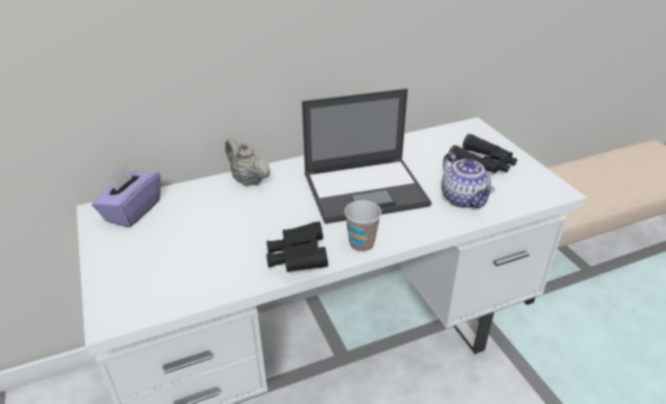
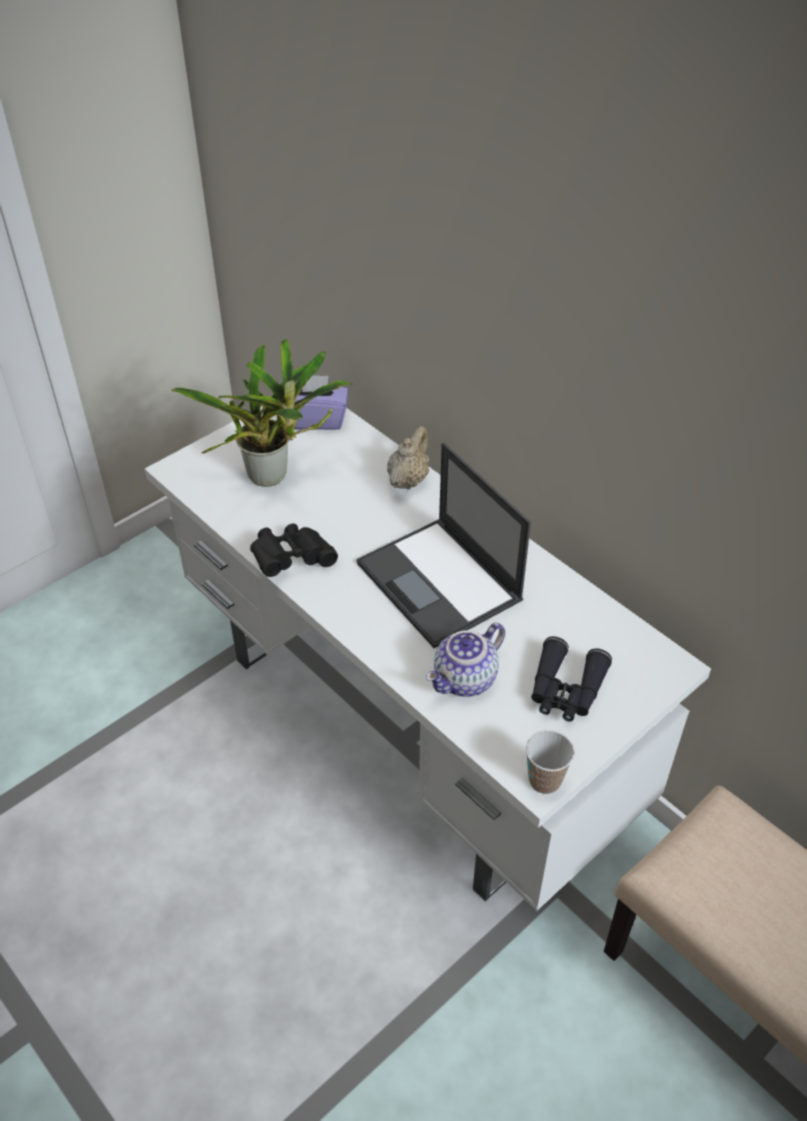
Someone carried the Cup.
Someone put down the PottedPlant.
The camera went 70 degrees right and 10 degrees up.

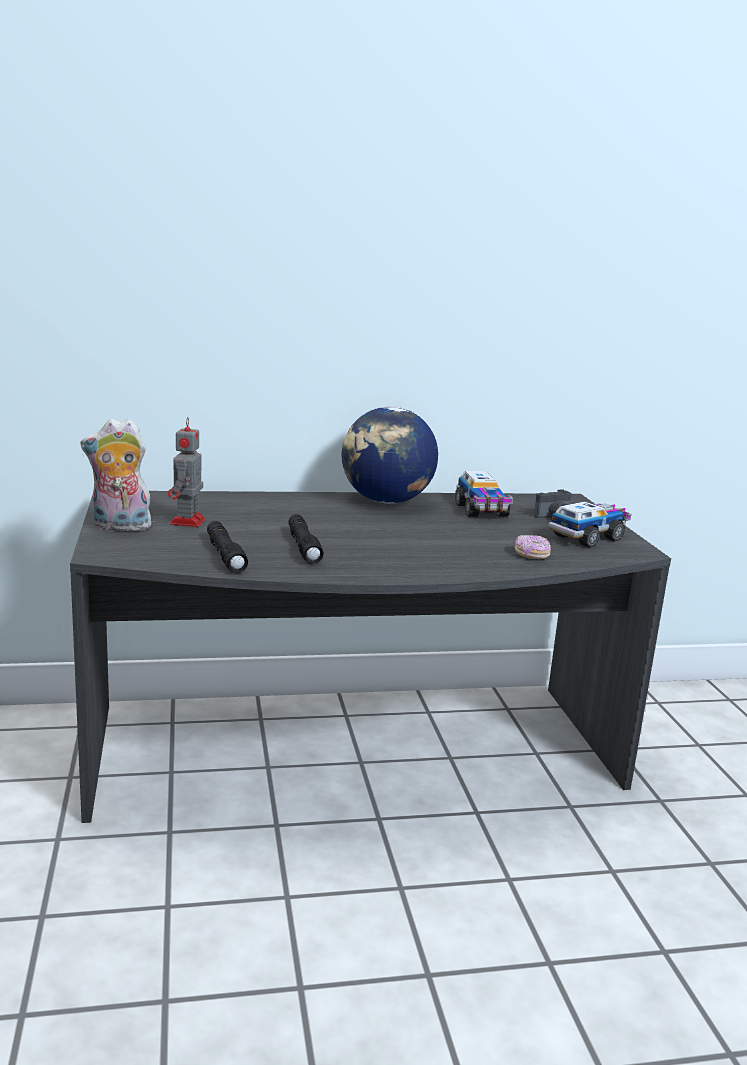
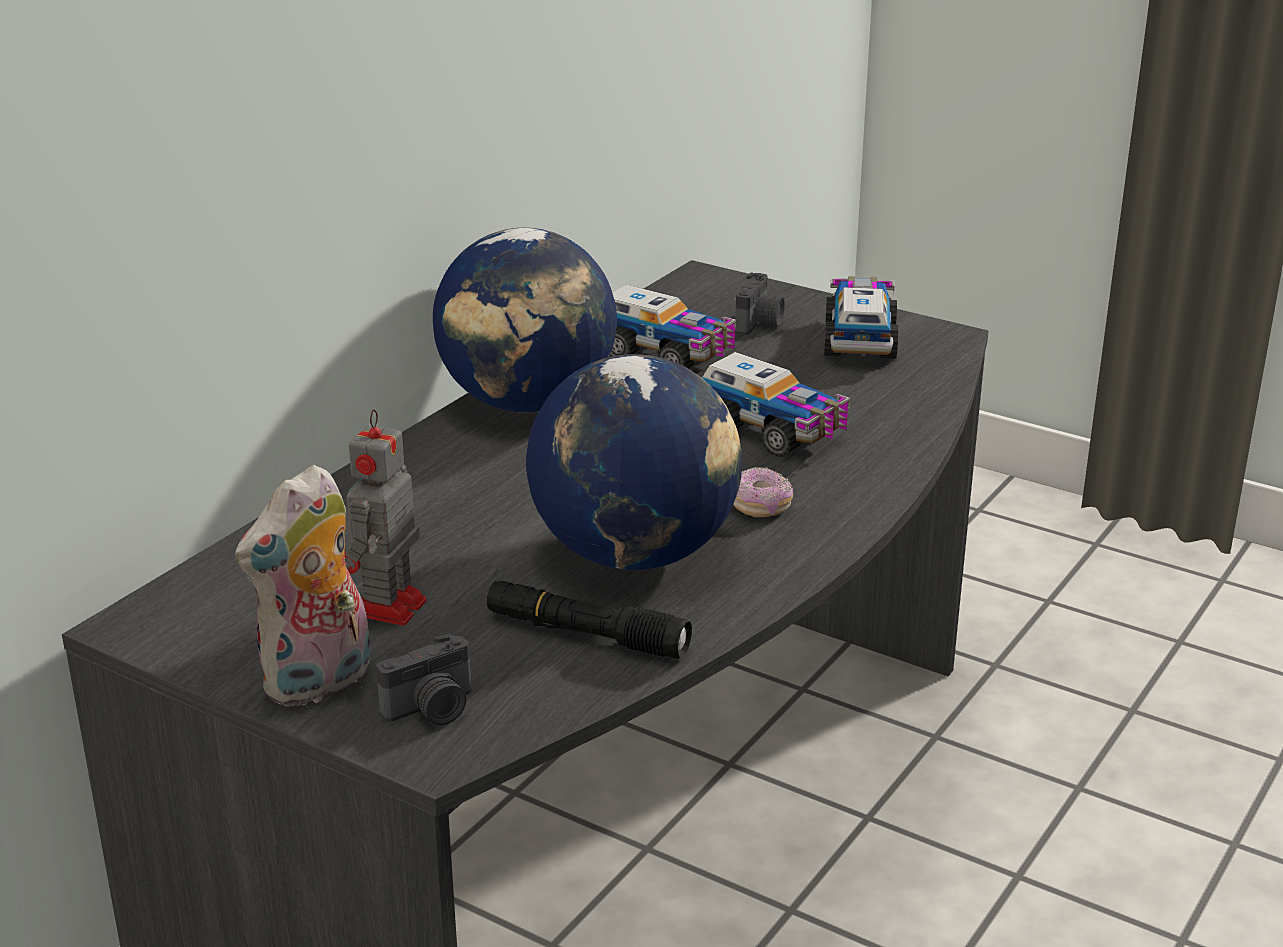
Someone rotated the ToyRobot by 60 degrees clockwise.
Someone swapped the BlackFlashlight (2nd from left) for the Globe (2nd from left).
Someone carried the Donut.
Someone put down the ToyTruck (2nd from left).
Someone put down the PhotoCamera (1st from left).
The camera went 45 degrees left and 10 degrees up.

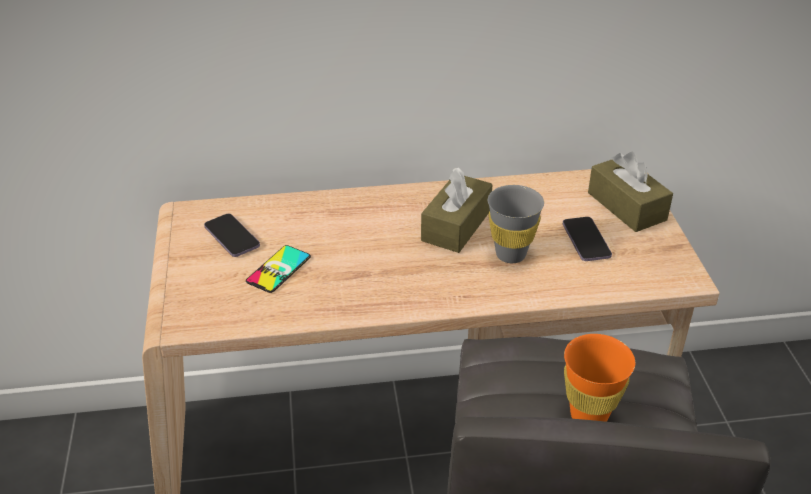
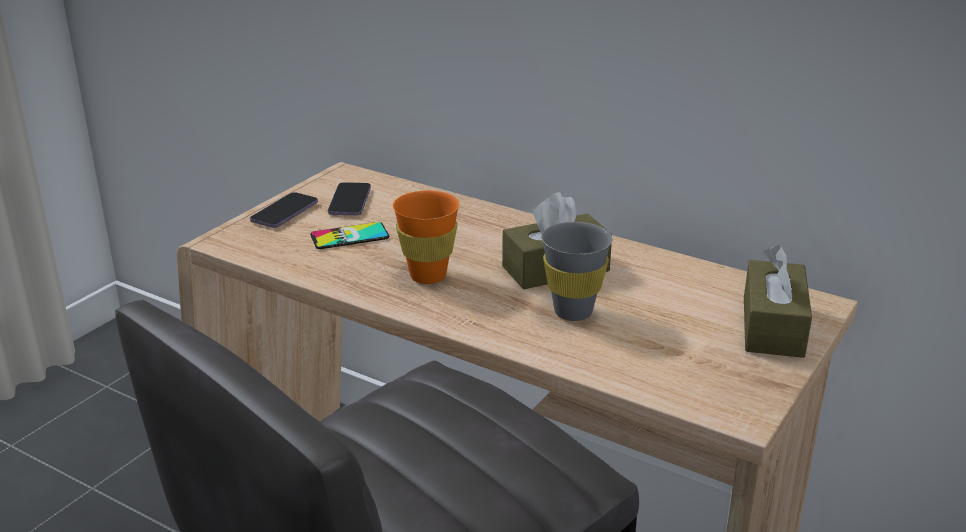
Someone carried the Phone (3rd from left in the first image).
Someone carried the OrangeCup.
The camera went 40 degrees right and 10 degrees down.

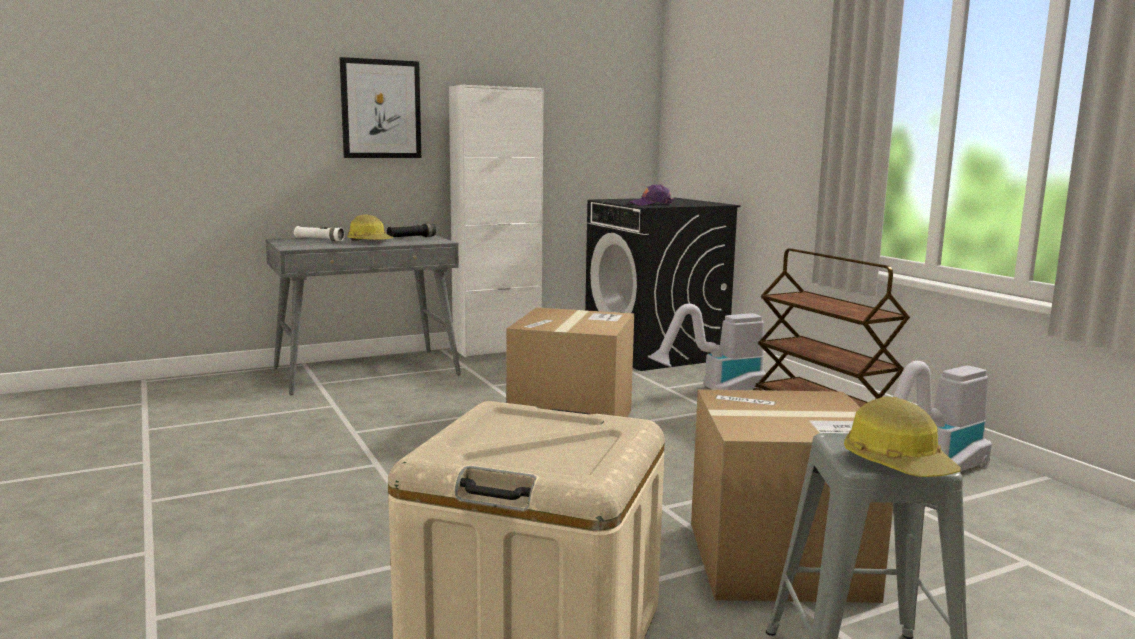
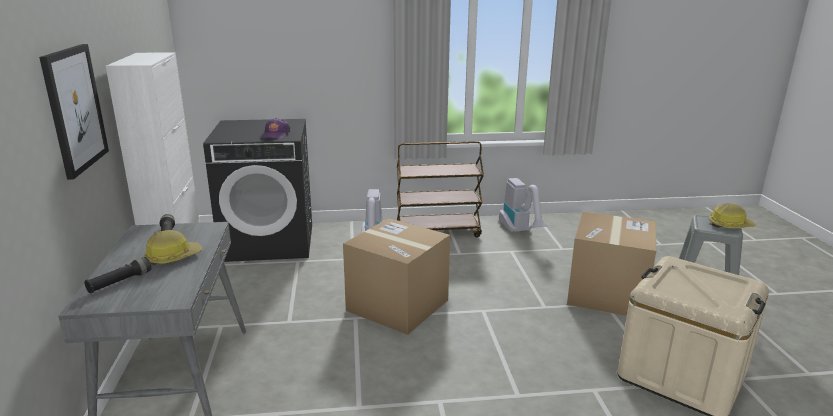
Someone repainted the WhiteFlashlight, which became the BlackFlashlight (1st from left).
The camera went 70 degrees left and 10 degrees up.

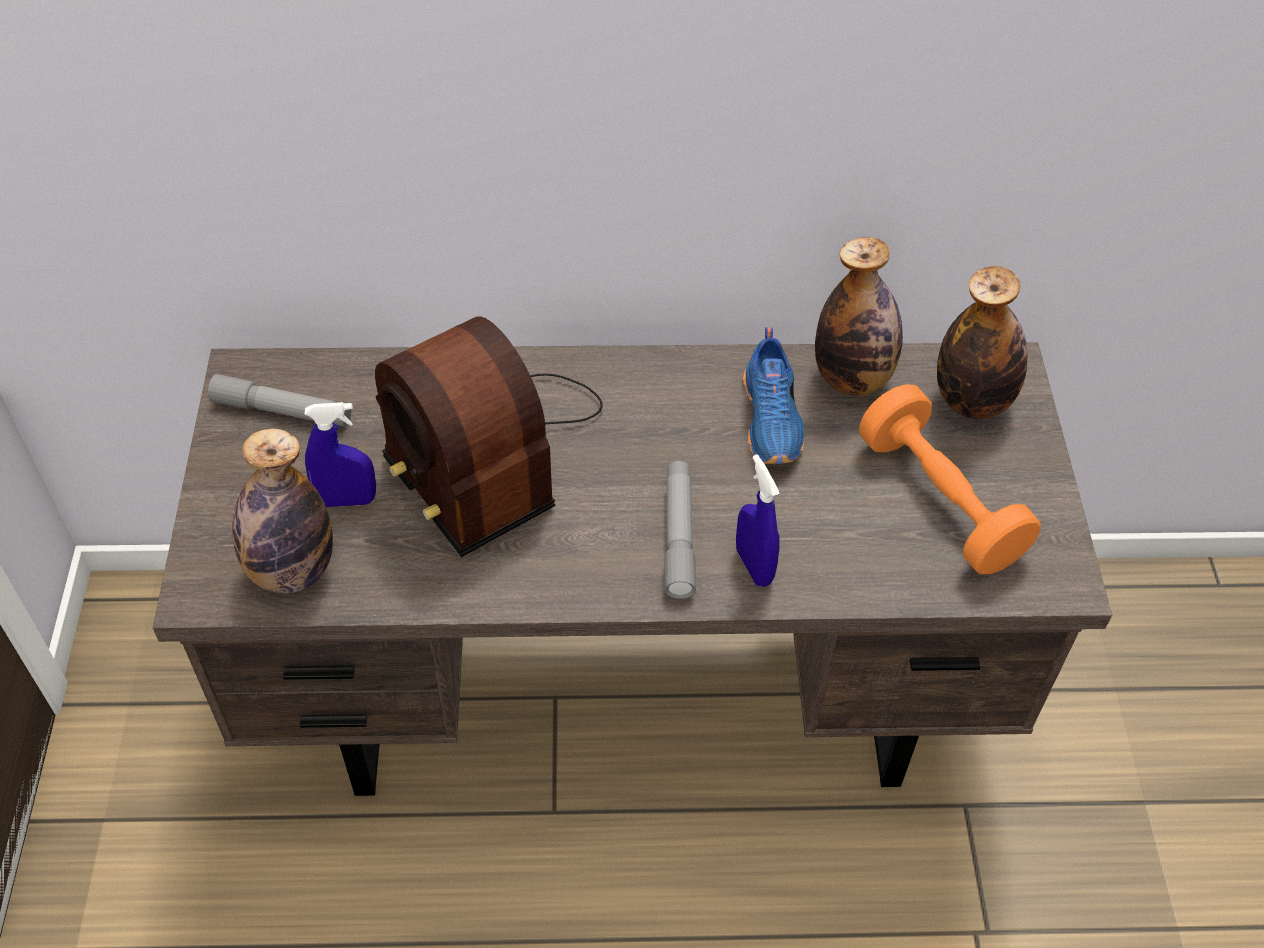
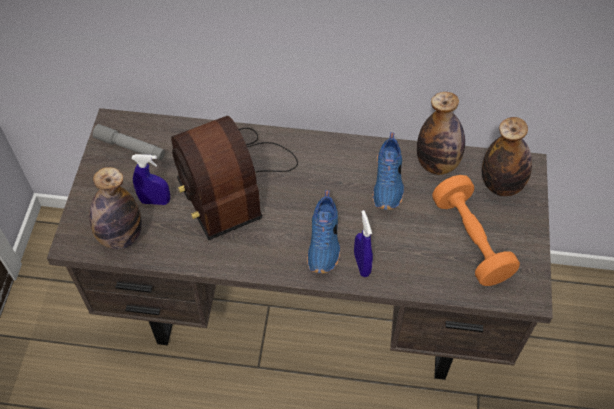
Someone swapped the GreyFlashlight (2nd from left) for the BlueShoe (1st from left).
The camera went 10 degrees right and 5 degrees up.

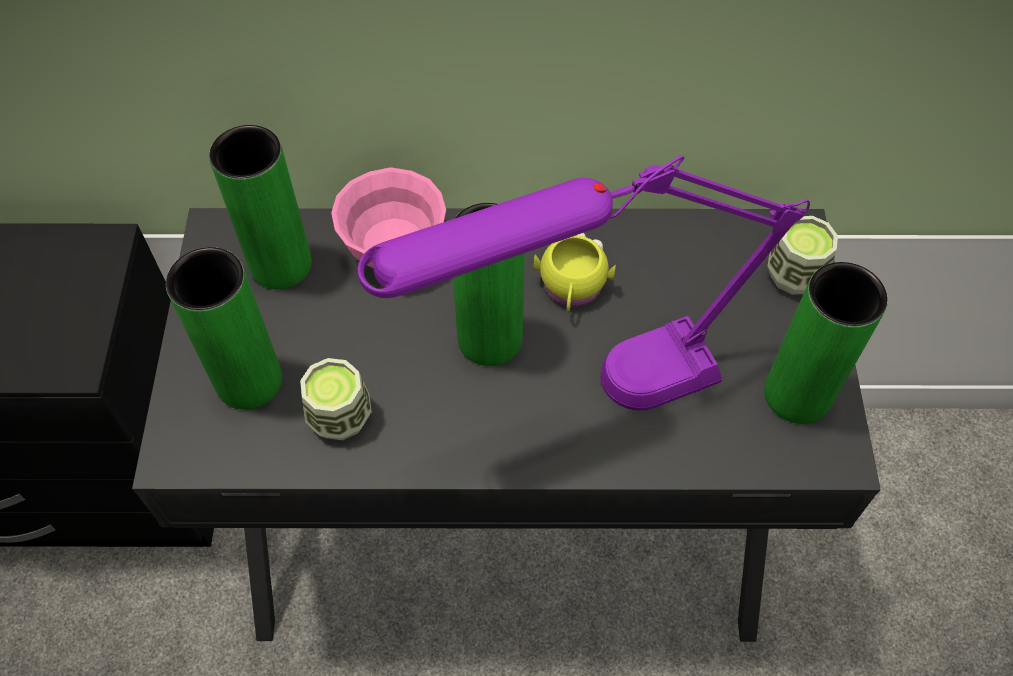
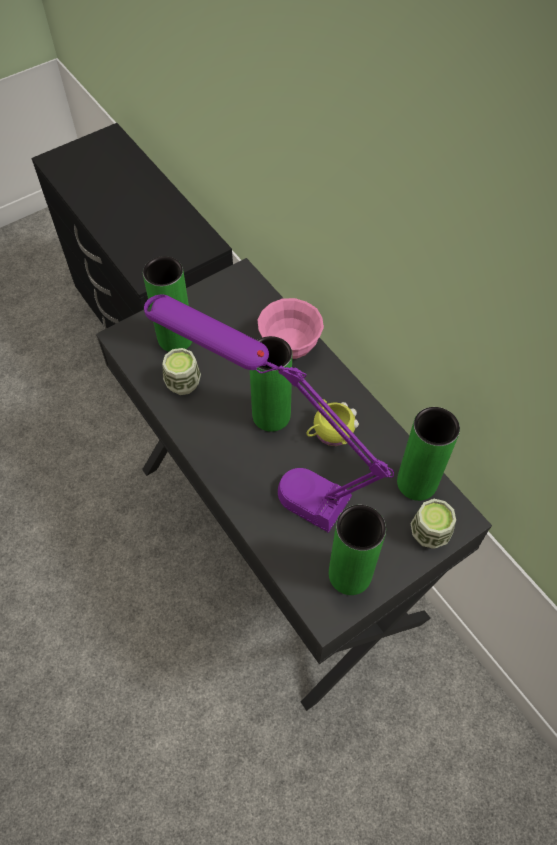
Someone carried the GreenVase (2nd from left in the first image).
The camera went 55 degrees right and 0 degrees up.

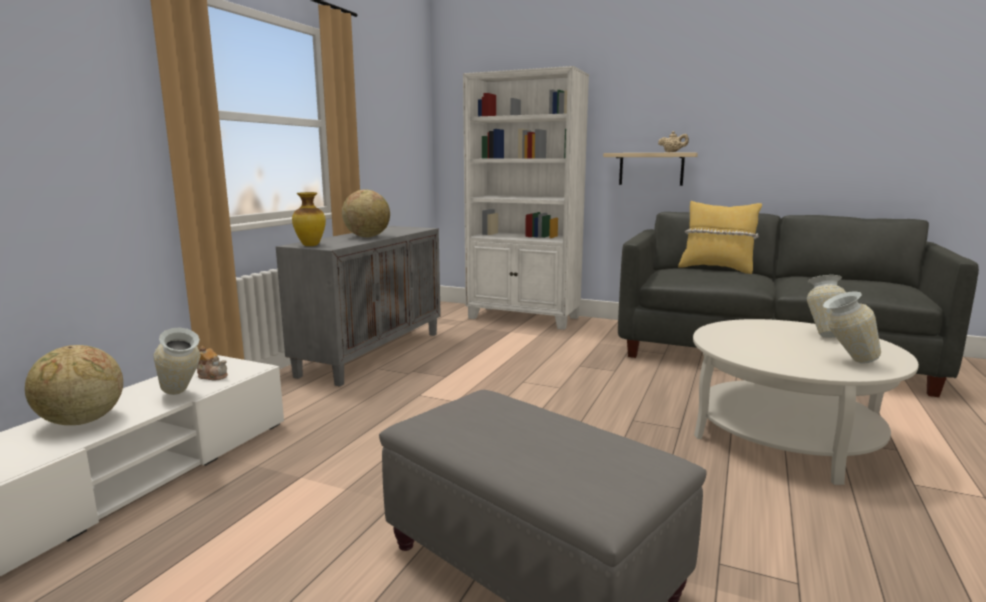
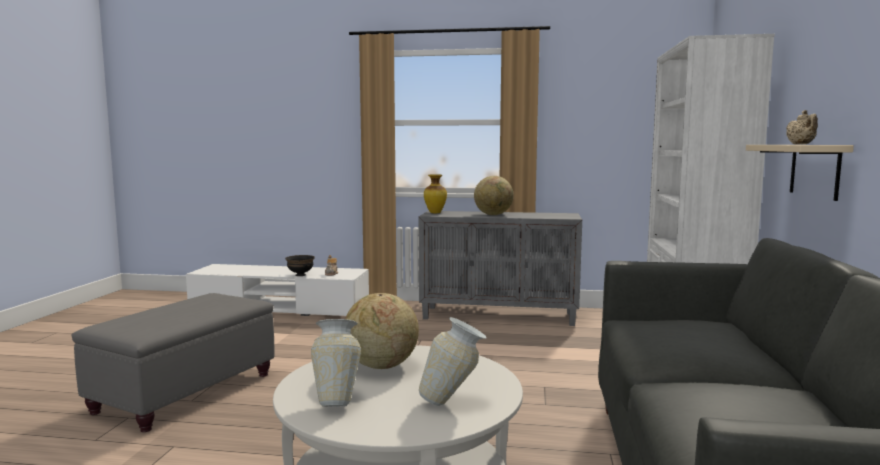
Someone took away the YellowPillow.
Someone swapped the Vase (1st from left) for the BlackBowl.
Someone carried the Globe (1st from left).
The camera went 75 degrees right and 5 degrees down.

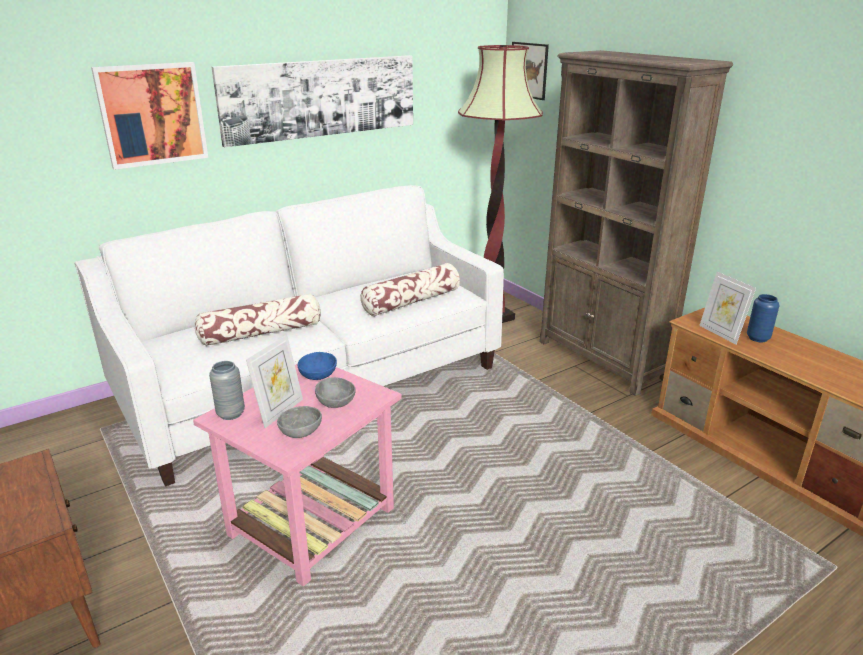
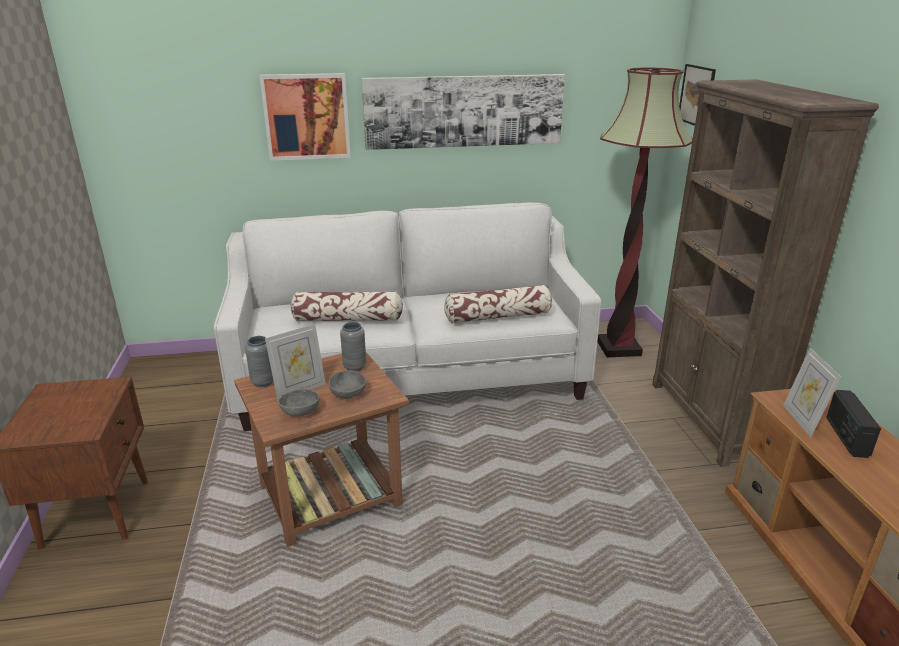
Someone swapped the BlueVase for the Radio.
Someone swapped the BlueBowl for the GreyVase (2nd from left).
Someone repainted the PinkSideTable, which became the BrownSideTable.
The camera went 25 degrees right and 0 degrees up.

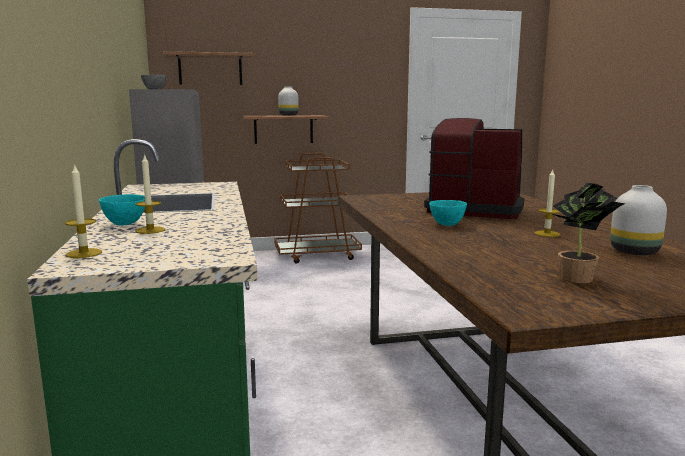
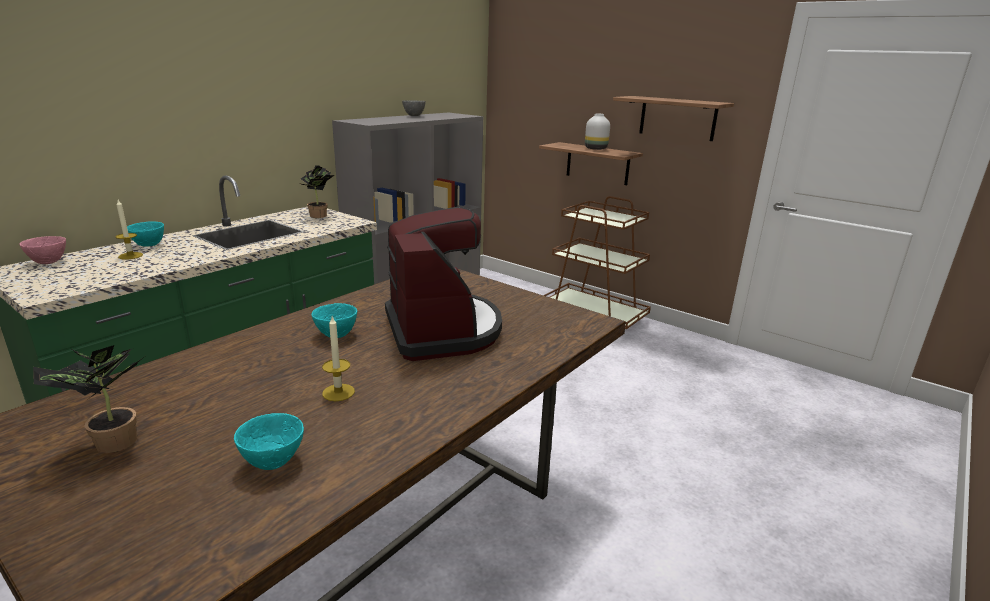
Someone carried the Shelf (1st from left in the first image).
Someone swapped the Candle (1st from left) for the PinkBowl.
Someone swapped the WhiteVase (2nd from left) for the TurquoiseBowl (2nd from left).
Someone put down the PottedPlant (2nd from left).
The camera went 50 degrees right and 10 degrees up.

